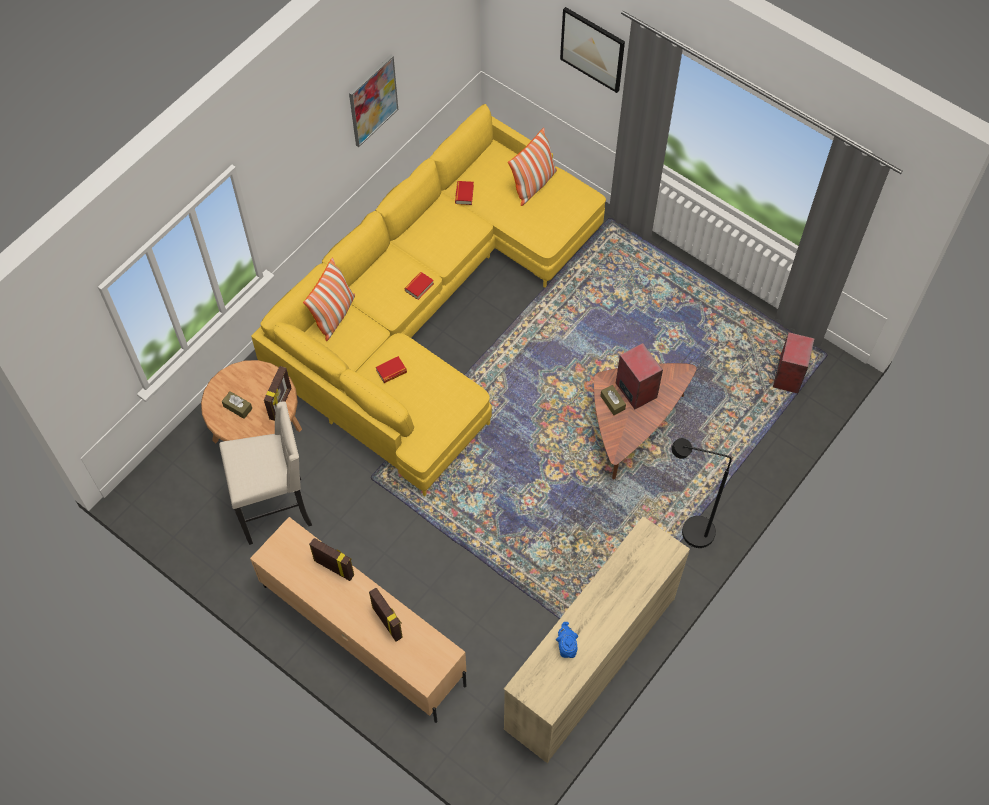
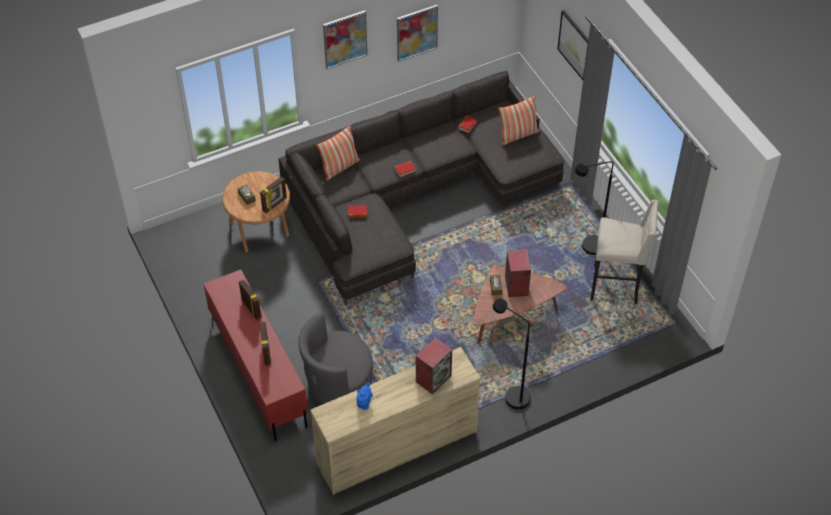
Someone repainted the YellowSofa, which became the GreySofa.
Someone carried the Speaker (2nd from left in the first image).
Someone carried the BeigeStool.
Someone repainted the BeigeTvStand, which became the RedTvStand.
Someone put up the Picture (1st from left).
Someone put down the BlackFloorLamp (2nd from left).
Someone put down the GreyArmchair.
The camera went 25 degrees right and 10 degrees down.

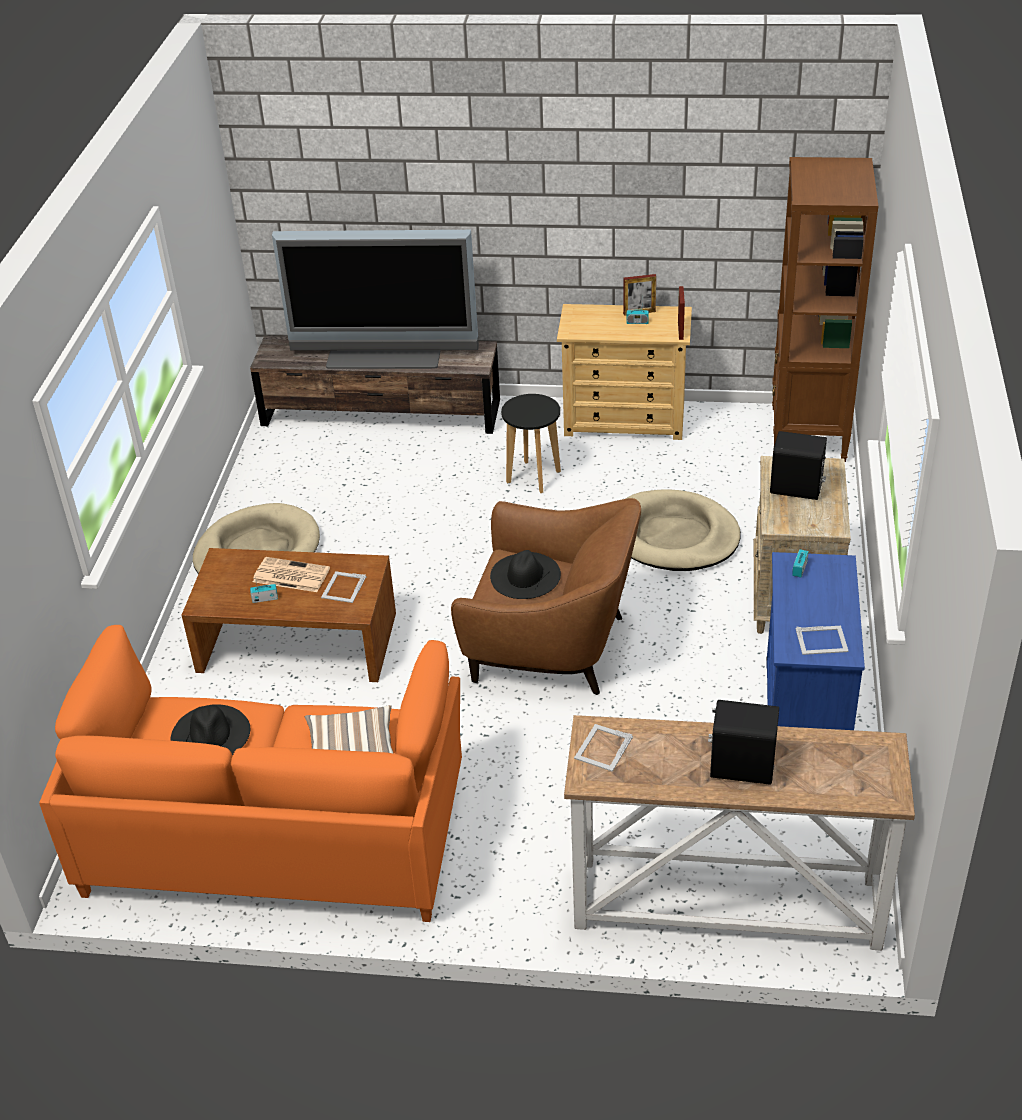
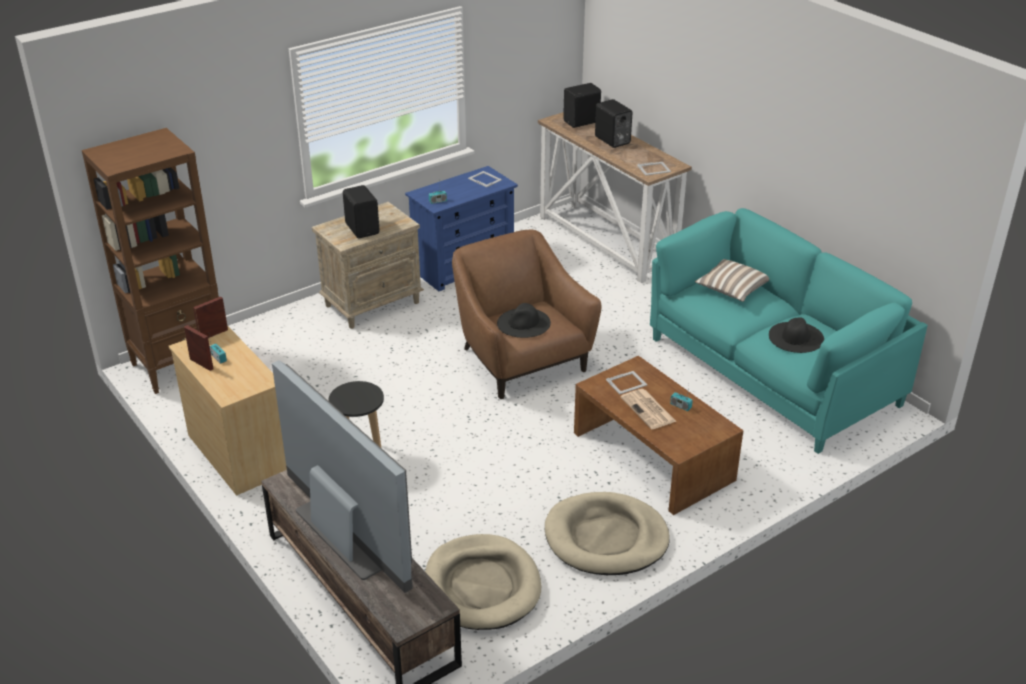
Someone carried the BeigeDogBed (2nd from left in the first image).
Someone repainted the OrangeSofa, which became the TurquoiseSofa.
Someone put down the BlackSpeaker (2nd from left).
The camera went 135 degrees left and 5 degrees down.

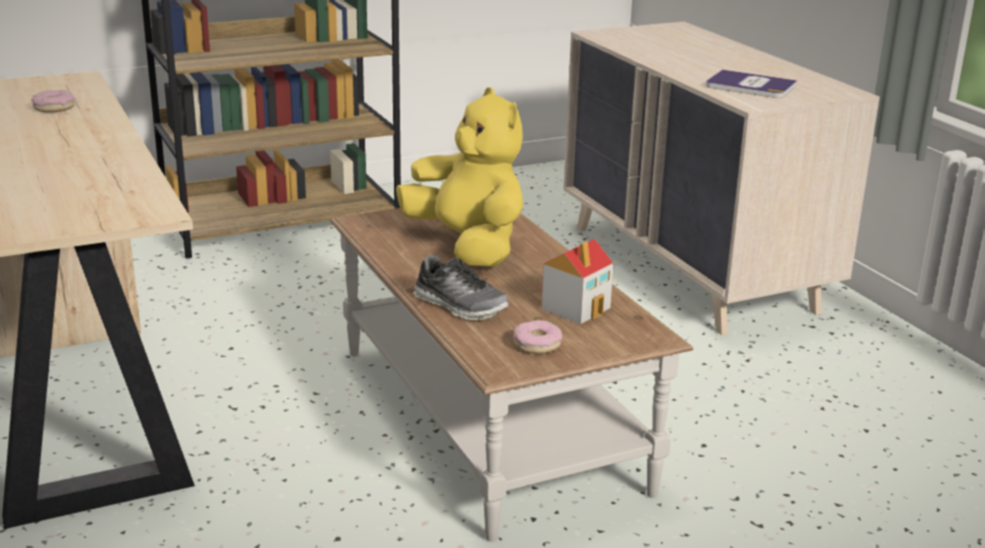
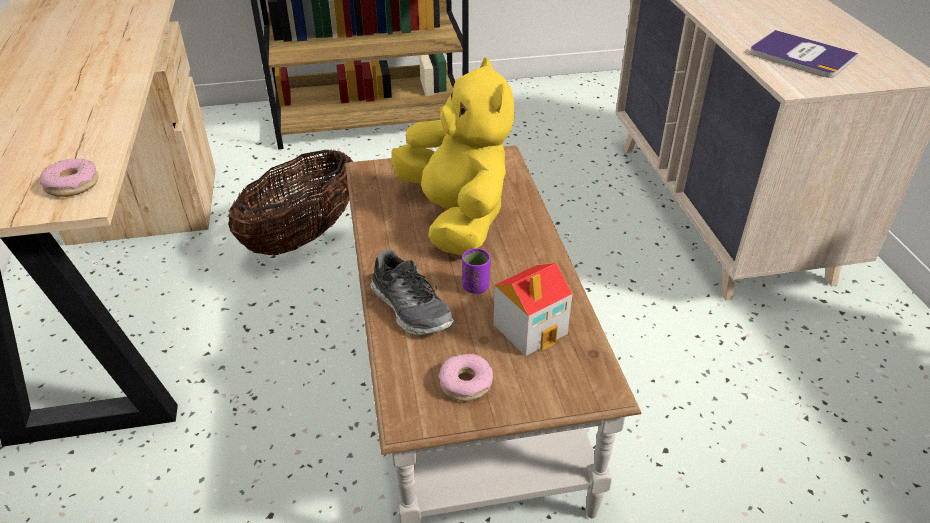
Someone carried the Donut (1st from left).
Someone put down the Basket.
Someone put down the PurpleCup.
The camera went 15 degrees right and 15 degrees up.

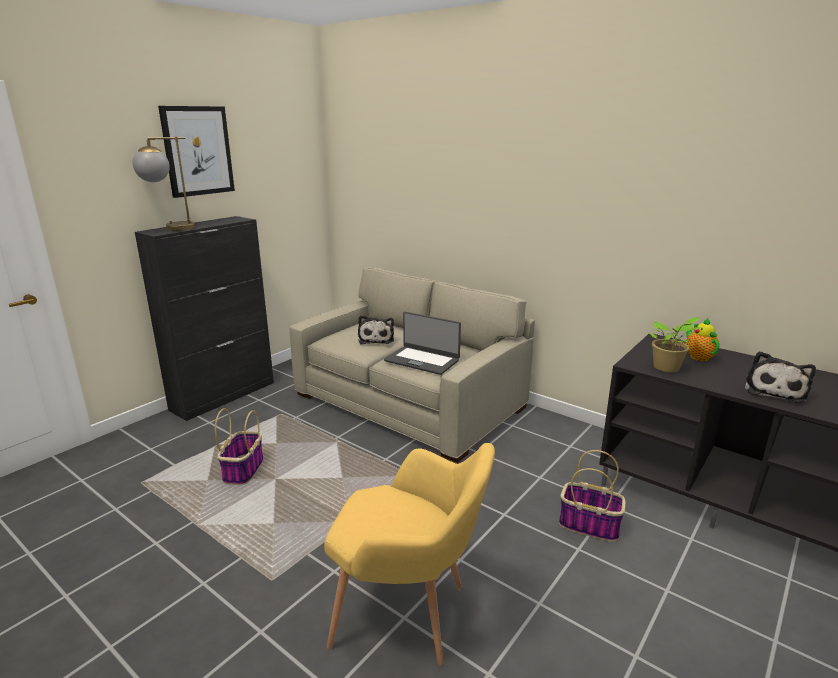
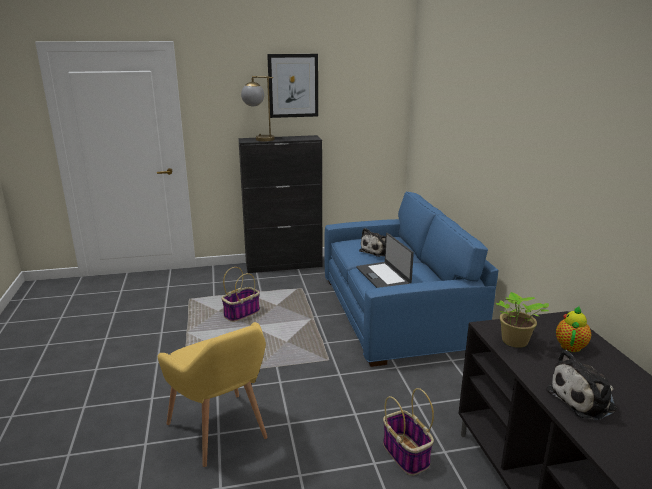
Someone repainted the BeigeSofa, which became the BlueSofa.
The camera went 40 degrees right and 0 degrees up.

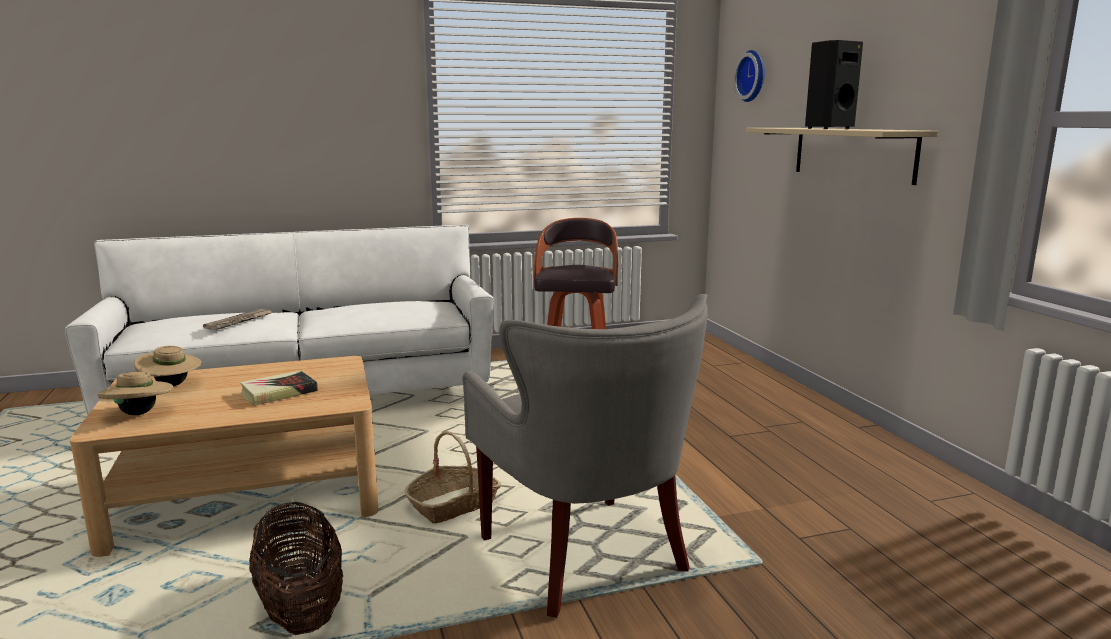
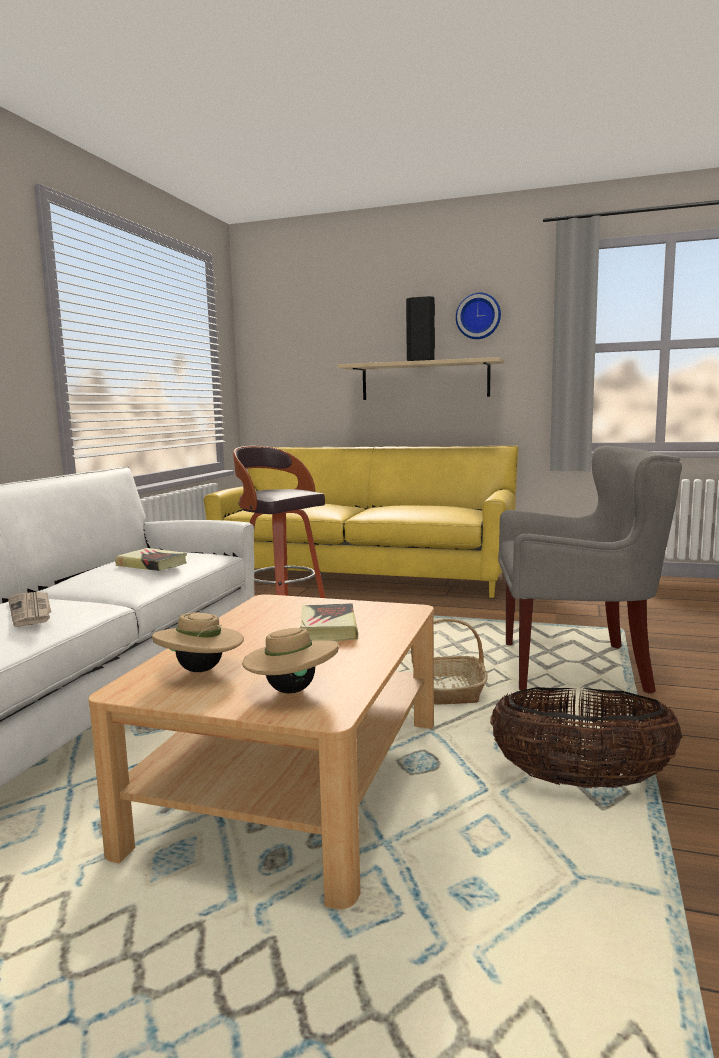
Someone carried the WallClock.
Someone put down the YellowSofa.
Someone put down the Book (1st from left).
The camera went 55 degrees left and 5 degrees down.

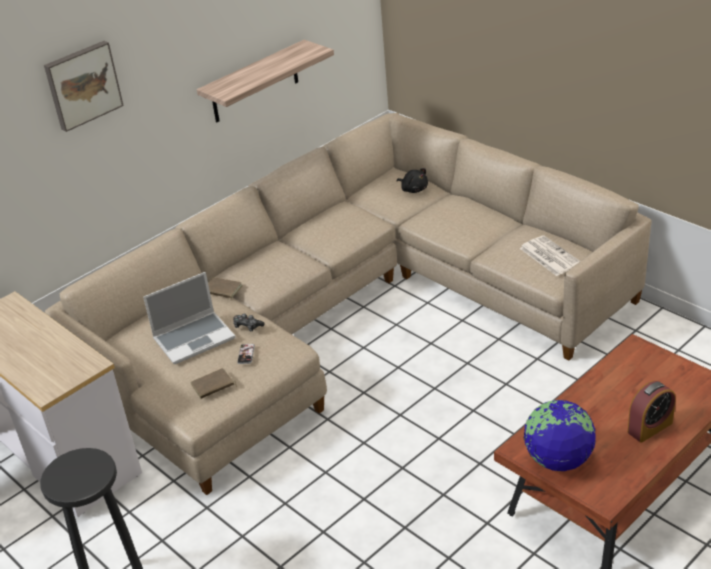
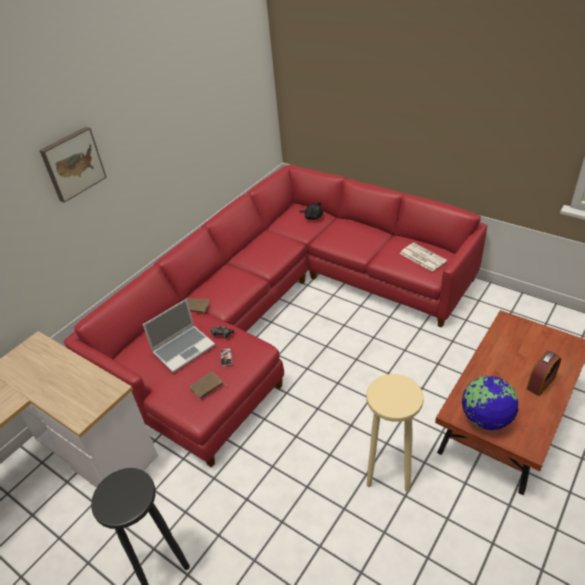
Someone took away the Shelf.
Someone repainted the BeigeSofa, which became the RedSofa.
Someone put down the BeigeStool.
The camera went 10 degrees left and 5 degrees up.

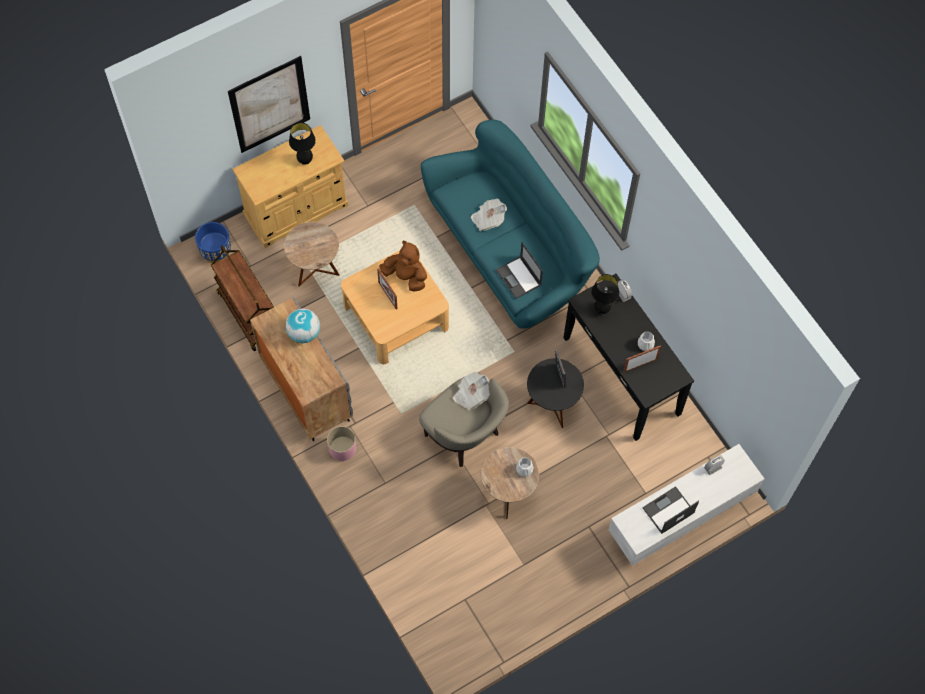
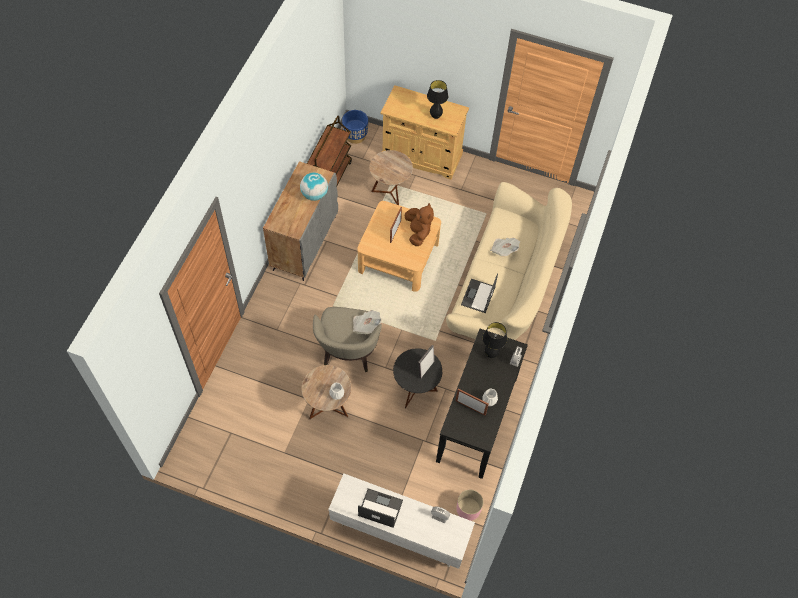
Someone took away the Picture.
Someone repainted the TurquoiseSofa, which became the BeigeSofa.
Someone carried the PinkPlanter.
The camera went 50 degrees right and 5 degrees down.

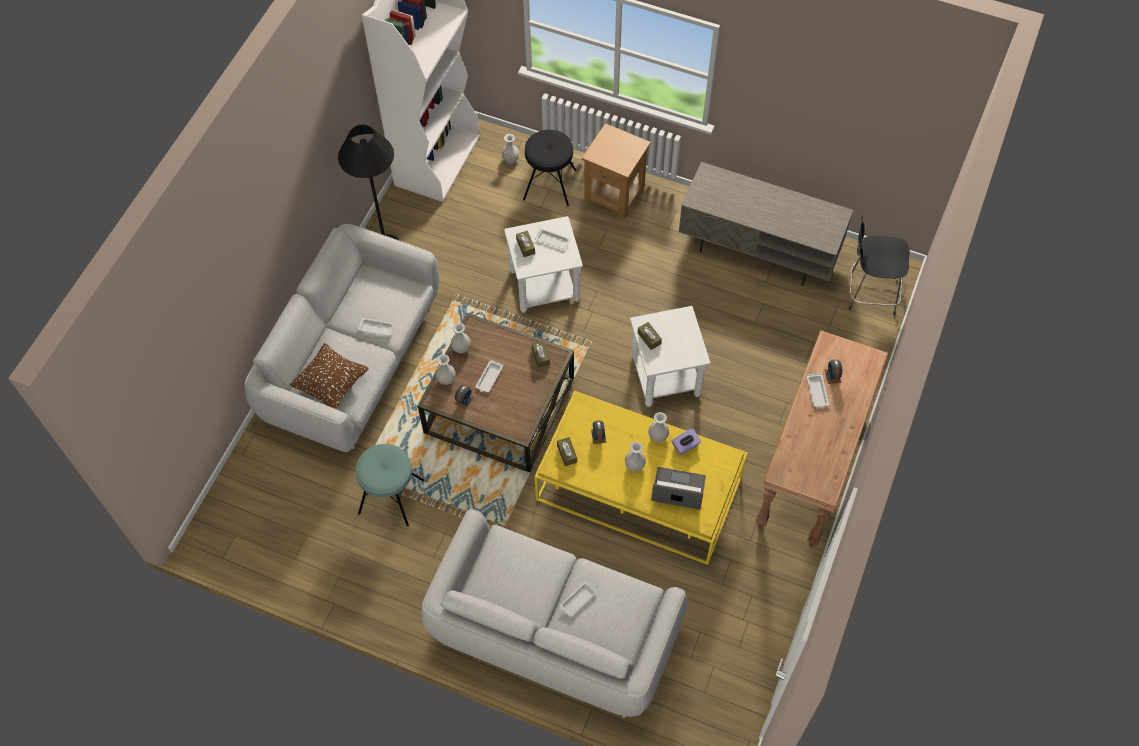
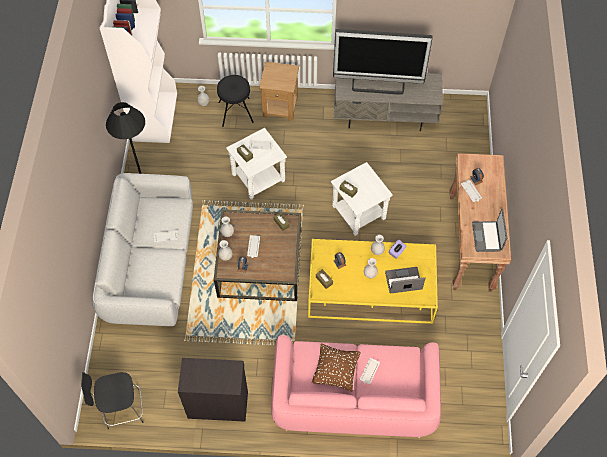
Someone carried the BlackStool (2nd from left in the first image).
Someone carried the BrownPillow.
Someone took away the TurquoiseStool.
Someone repainted the GreySofa (2nd from left), which became the PinkSofa.
Someone put down the Television.
Someone put down the Laptop (2nd from left).
Someone put down the BlackCabinet.
The camera went 20 degrees left and 0 degrees up.

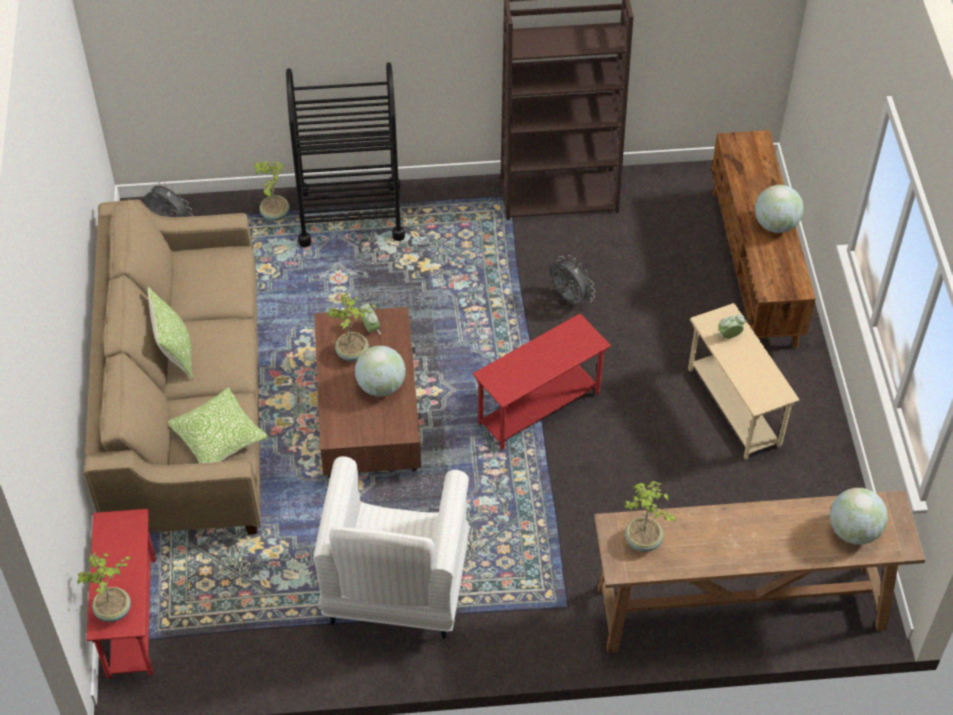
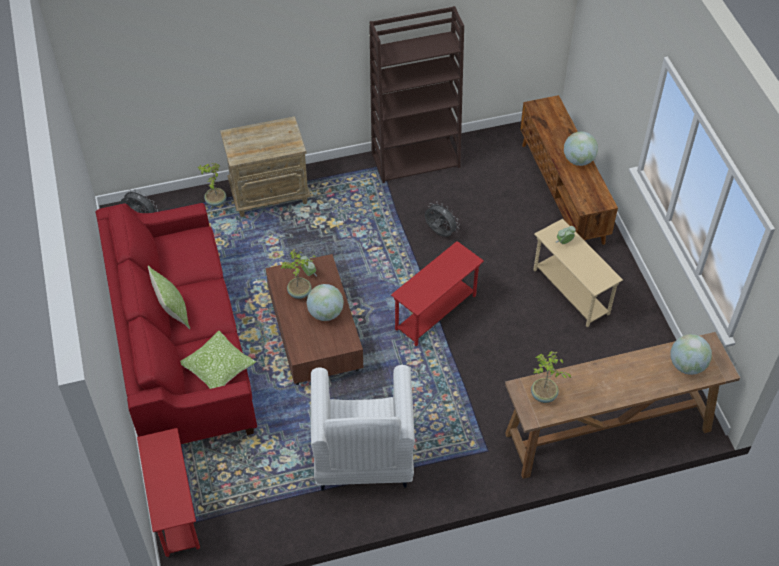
Someone swapped the BlackCart for the BeigeNightstand.
Someone repainted the BeigeSofa, which became the RedSofa.
Someone took away the PottedPlant (1st from left).
The camera went 10 degrees left and 0 degrees up.

